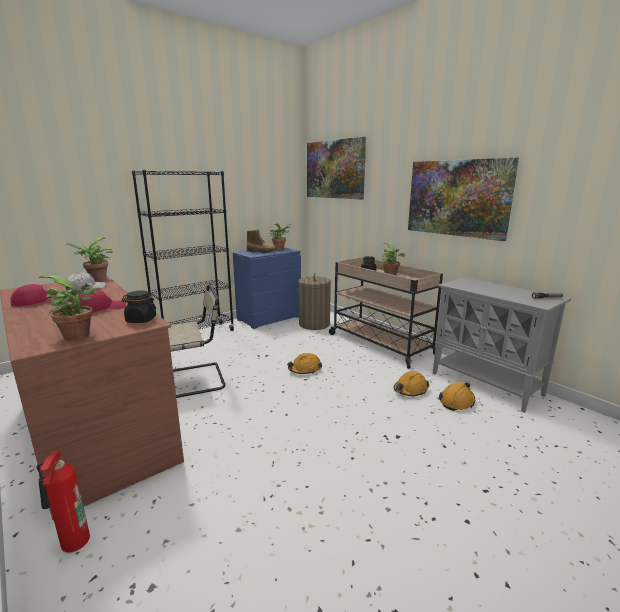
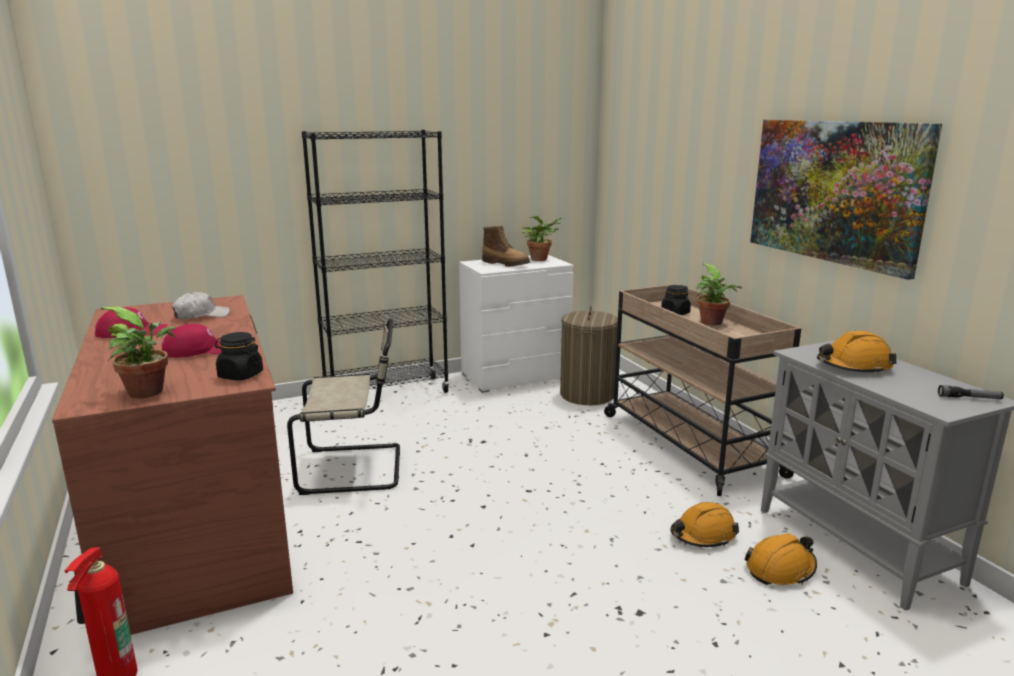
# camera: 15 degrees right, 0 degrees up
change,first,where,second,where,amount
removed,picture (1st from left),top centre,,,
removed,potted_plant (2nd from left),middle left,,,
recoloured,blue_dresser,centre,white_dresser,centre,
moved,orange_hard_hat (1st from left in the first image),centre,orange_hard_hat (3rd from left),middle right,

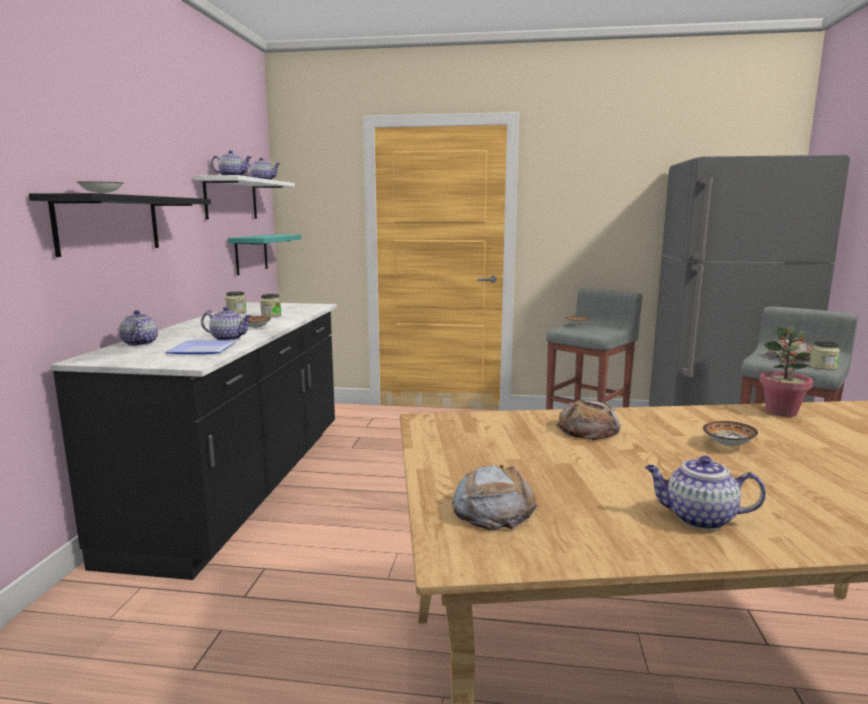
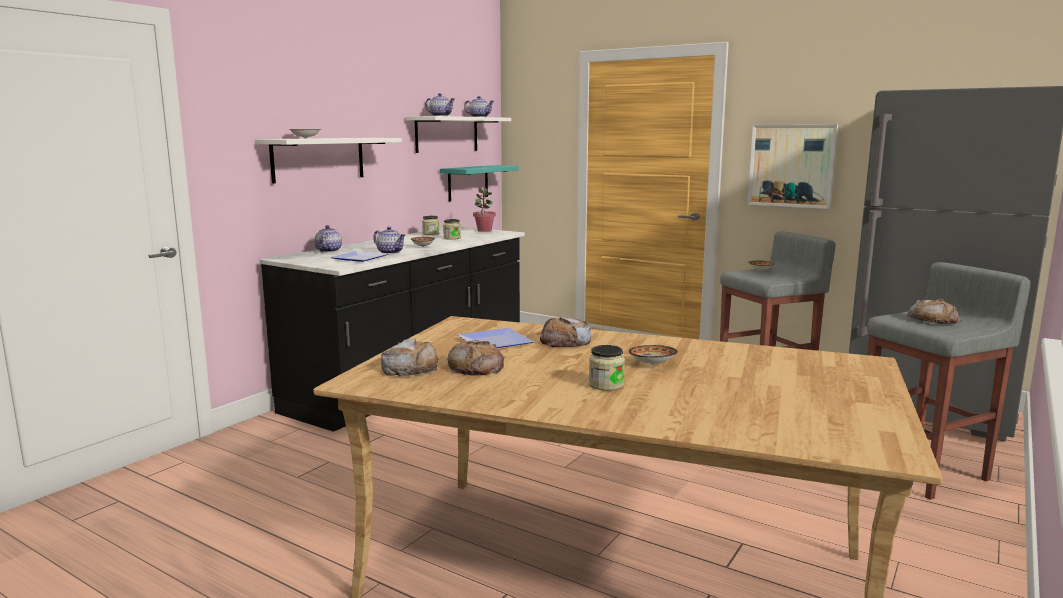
# camera: 25 degrees right, 0 degrees up
change,first,where,second,where,amount
recoloured,black_shelf,top left,white_shelf (1st from left),top left,
moved,potted_plant,middle right,,centre,
moved,jar (3rd from left),middle right,,centre,
removed,teapot (5th from left),bottom right,,,
added,,,picture,top right,
added,,,plate (2nd from left),centre,
added,,,bread (2nd from left),centre,

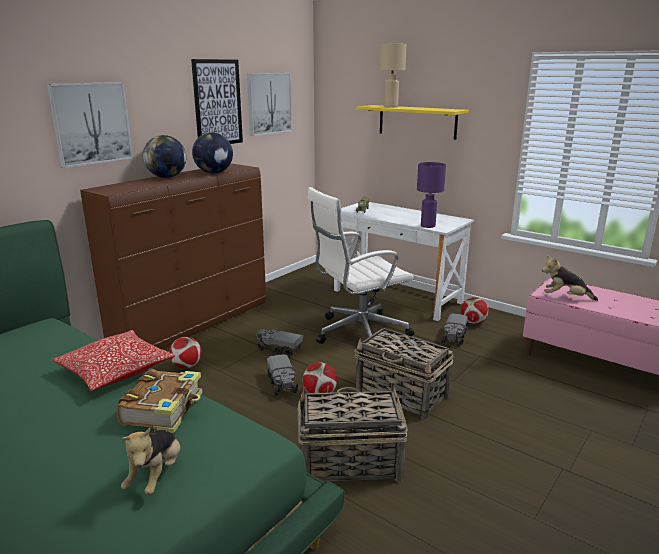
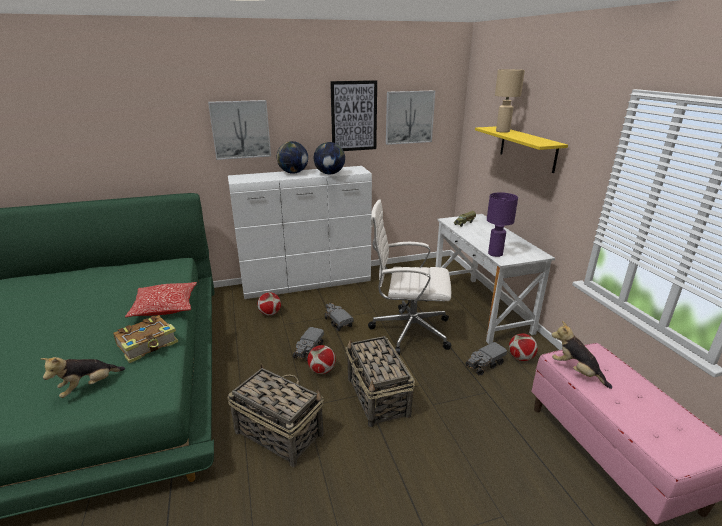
# camera: 35 degrees right, 5 degrees up
change,first,where,second,where,amount
recoloured,brown_dresser,middle left,white_dresser,centre,

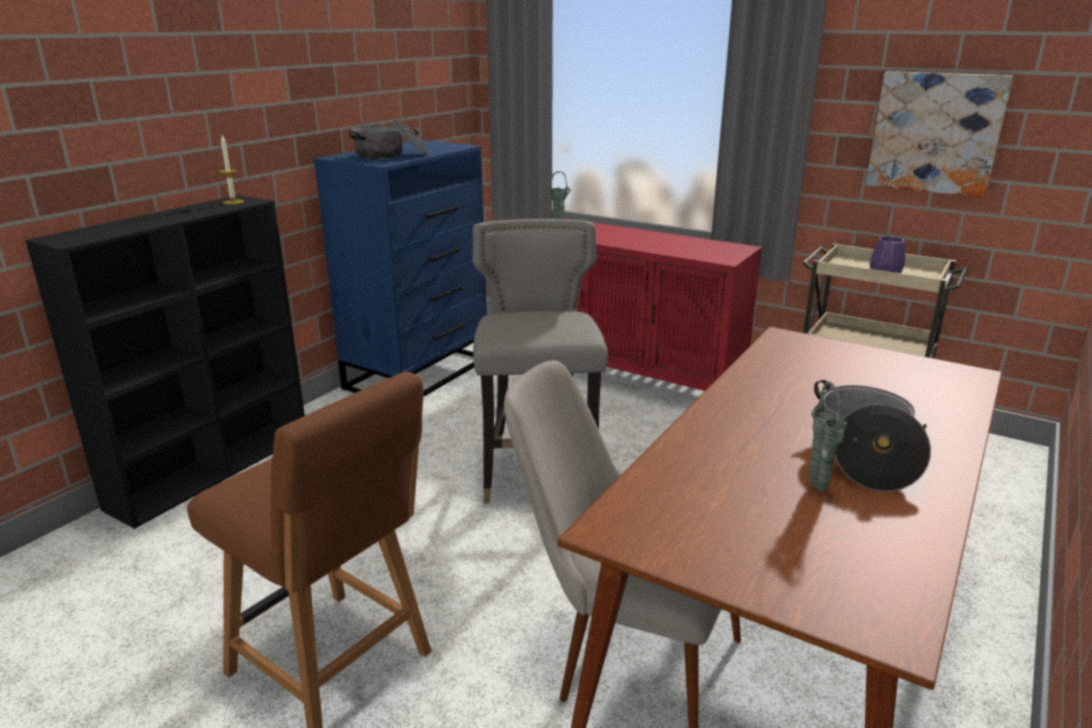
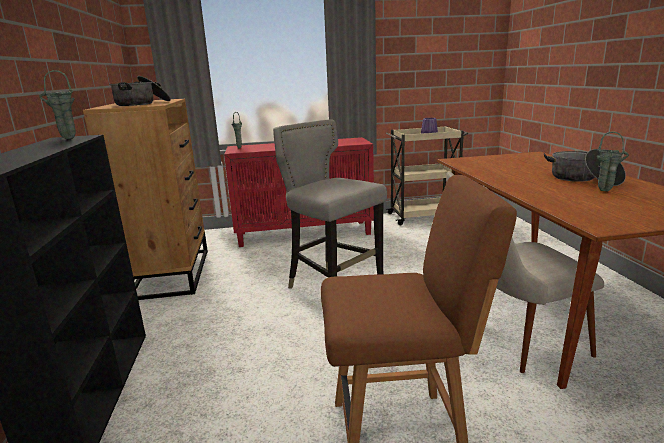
# camera: 40 degrees left, 5 degrees down
change,first,where,second,where,amount
removed,picture,top right,,,
replaced,candle,top left,green_vase (1st from left),top left,
recoloured,blue_dresser,centre,brown_dresser,middle left,

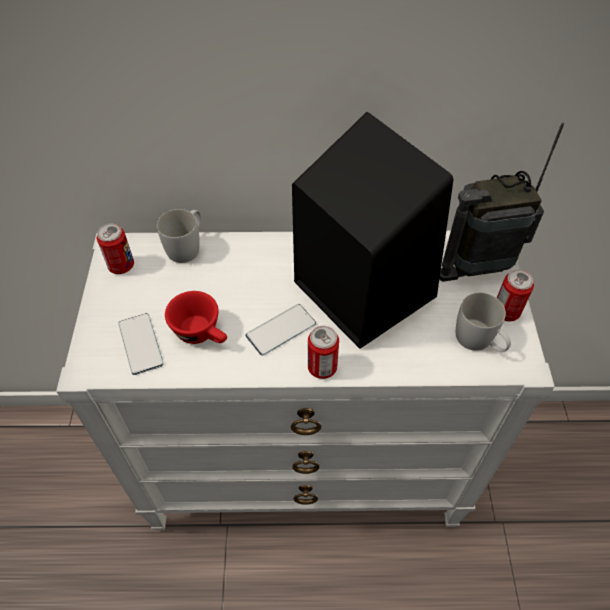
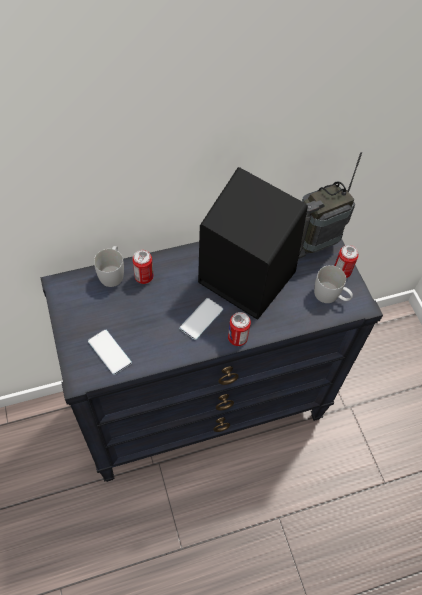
# camera: 20 degrees left, 5 degrees up
change,first,where,second,where,amount
moved,can (1st from left),middle left,,centre,
recoloured,white_dresser,centre,black_dresser,centre,
removed,red_cup,middle left,,,

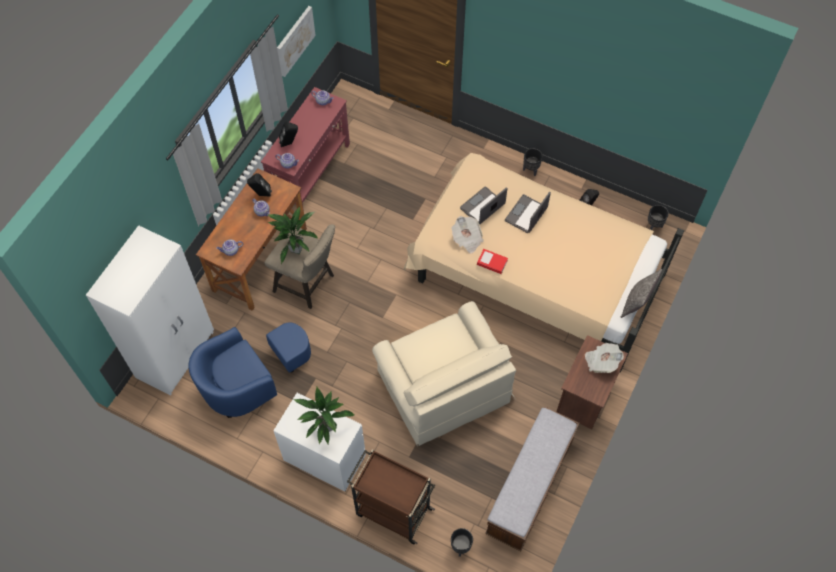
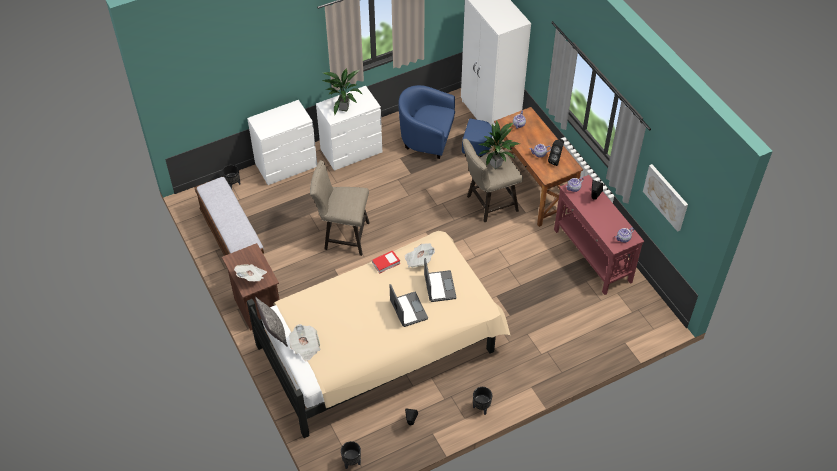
# camera: 125 degrees right, 10 degrees down
change,first,where,second,where,amount
replaced,beige_armchair,centre,beige_stool (1st from left),centre,
turned,blue_armchair,middle left,,top centre,75 degrees counterclockwise
replaced,brown_cart,bottom centre,white_dresser (1st from left),top centre,
added,,,newspaper (2nd from left),bottom centre,

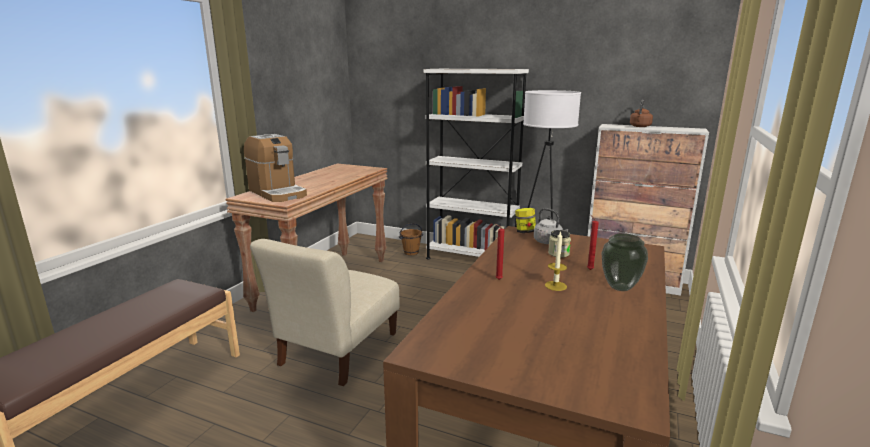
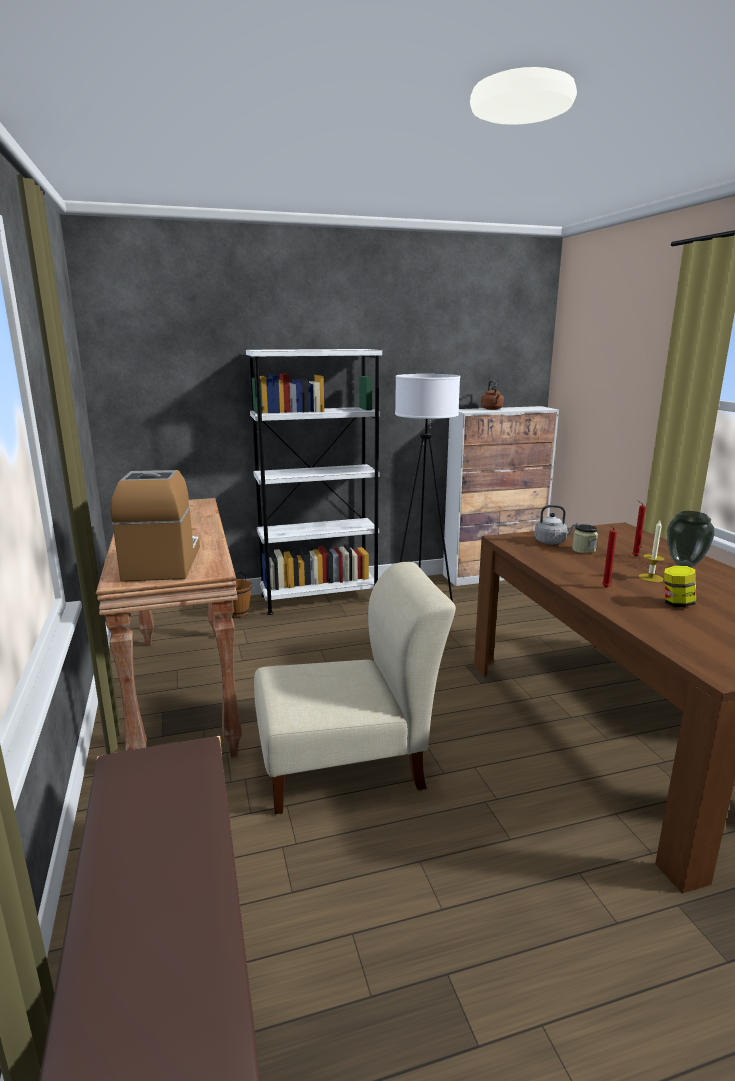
# camera: 40 degrees left, 0 degrees up
change,first,where,second,where,amount
turned,coffee_machine,middle left,,middle left,105 degrees counterclockwise
moved,jar (1st from left in the first image),centre,jar (2nd from left),middle right,
turned,beige_chair,bottom centre,,centre,90 degrees counterclockwise

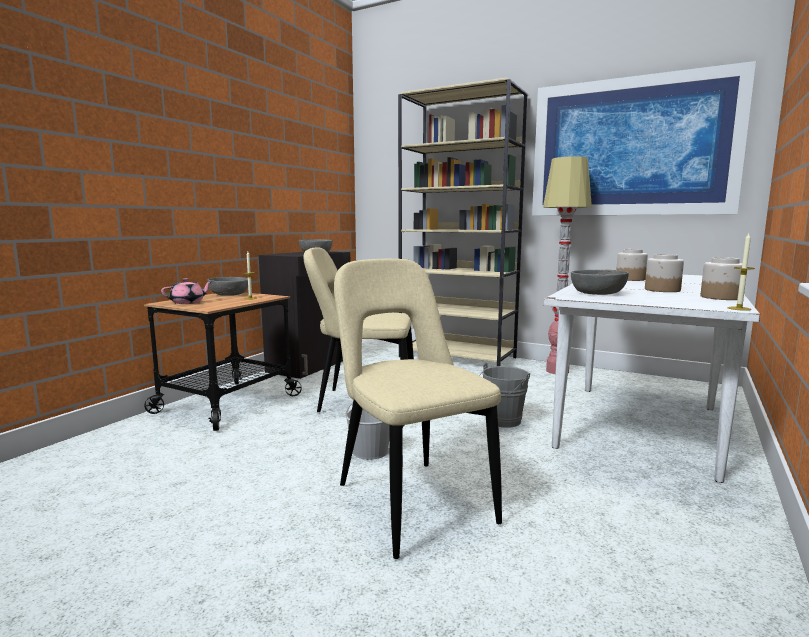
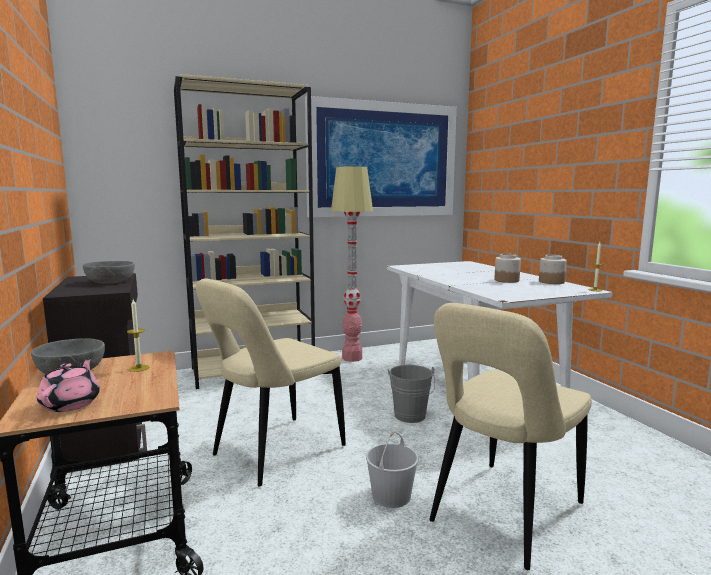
# camera: 50 degrees left, 0 degrees up
change,first,where,second,where,amount
removed,jar (1st from left),middle right,,,
turned,beige_chair (2nd from left),centre,,bottom right,60 degrees counterclockwise
removed,grey_bowl (3rd from left),middle right,,,

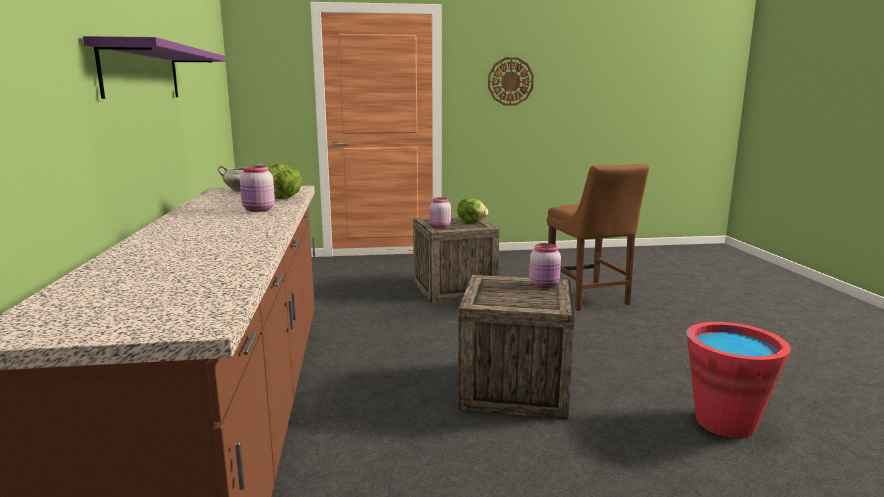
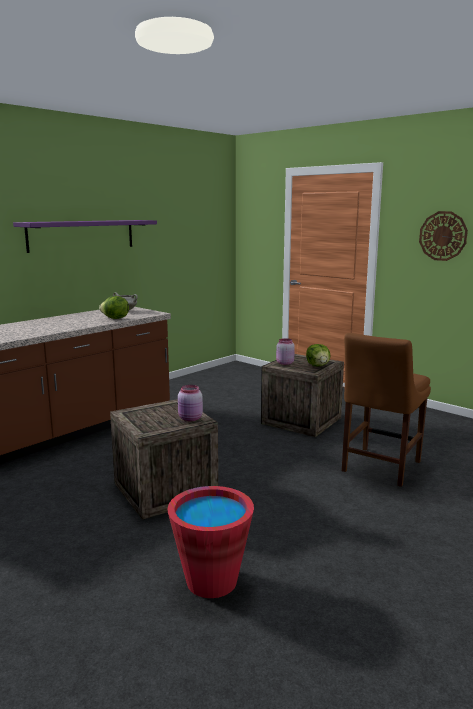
# camera: 50 degrees right, 0 degrees up
change,first,where,second,where,amount
removed,pink_jar (1st from left),middle left,,,

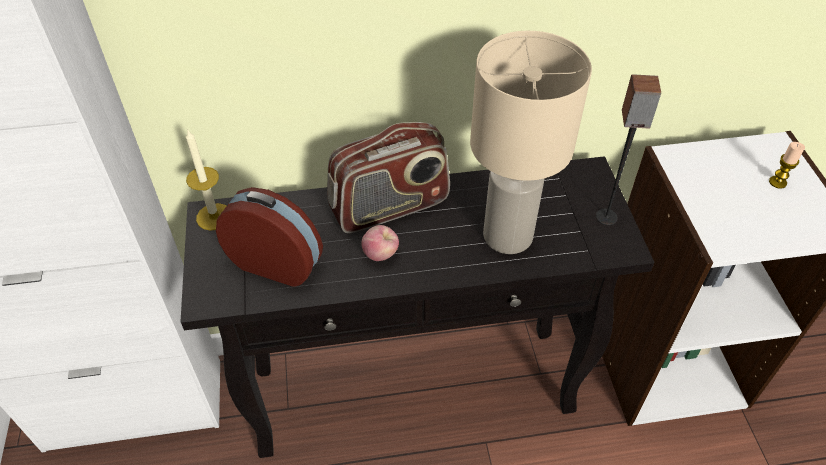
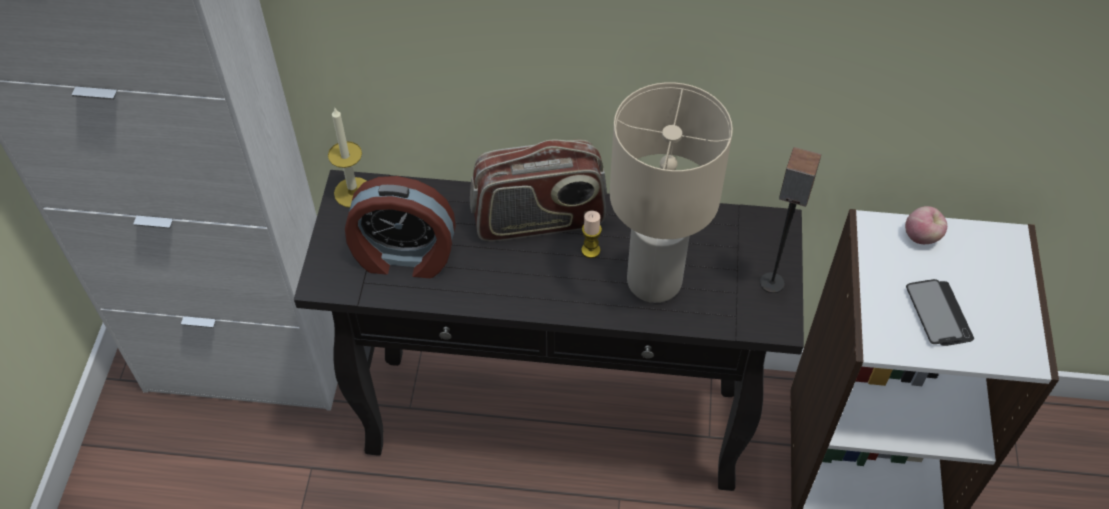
# camera: 15 degrees right, 5 degrees up
change,first,where,second,where,amount
moved,candle (2nd from left),middle right,,centre,
turned,alarm_clock,middle left,,centre,150 degrees clockwise
moved,apple,centre,,middle right,
added,,,phone,middle right,

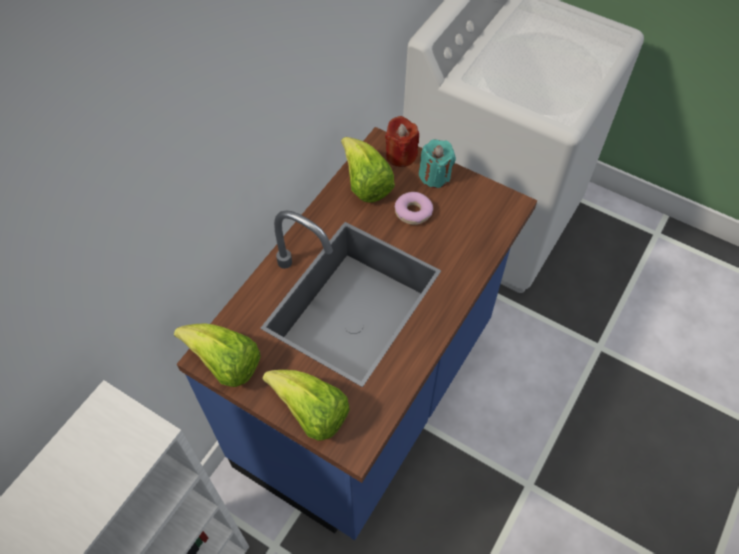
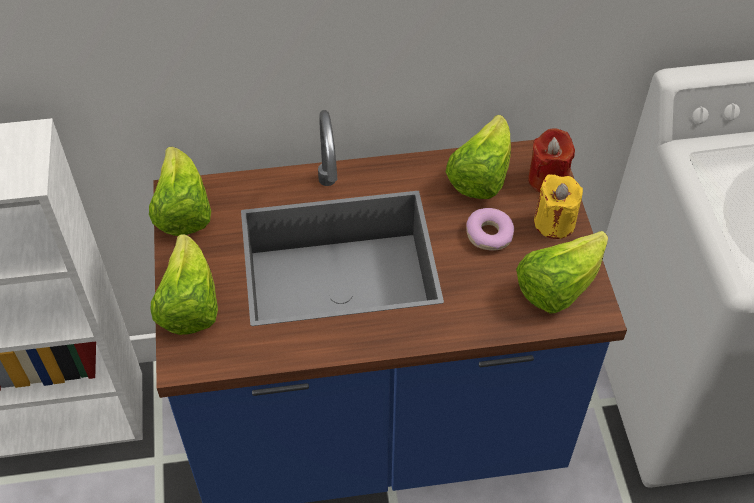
# camera: 50 degrees right, 5 degrees down
change,first,where,second,where,amount
recoloured,turquoise_candle,top centre,yellow_candle,middle right,
added,,,lettuce (4th from left),middle right,

